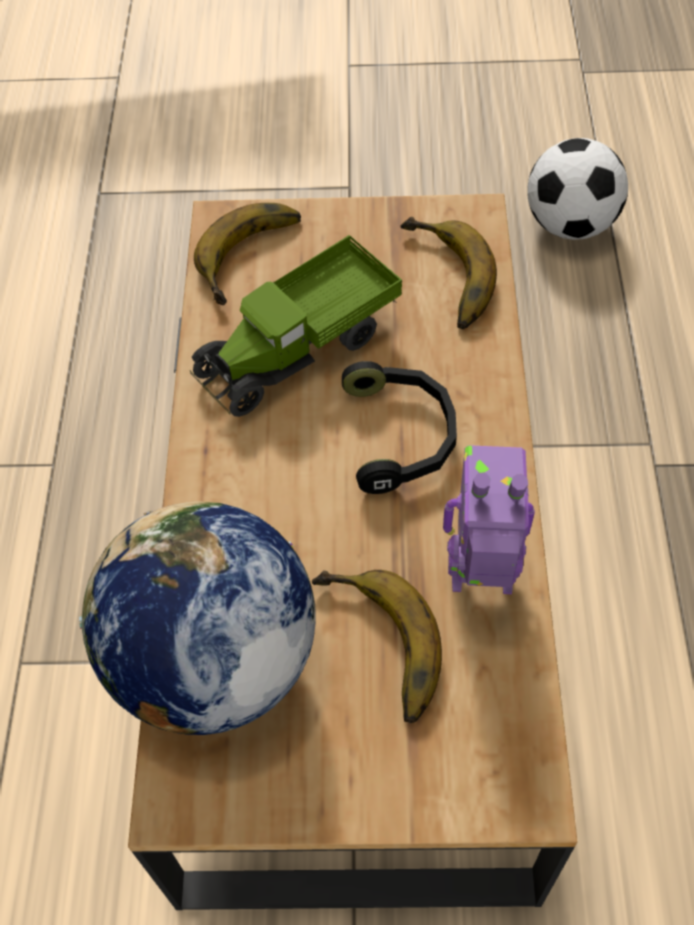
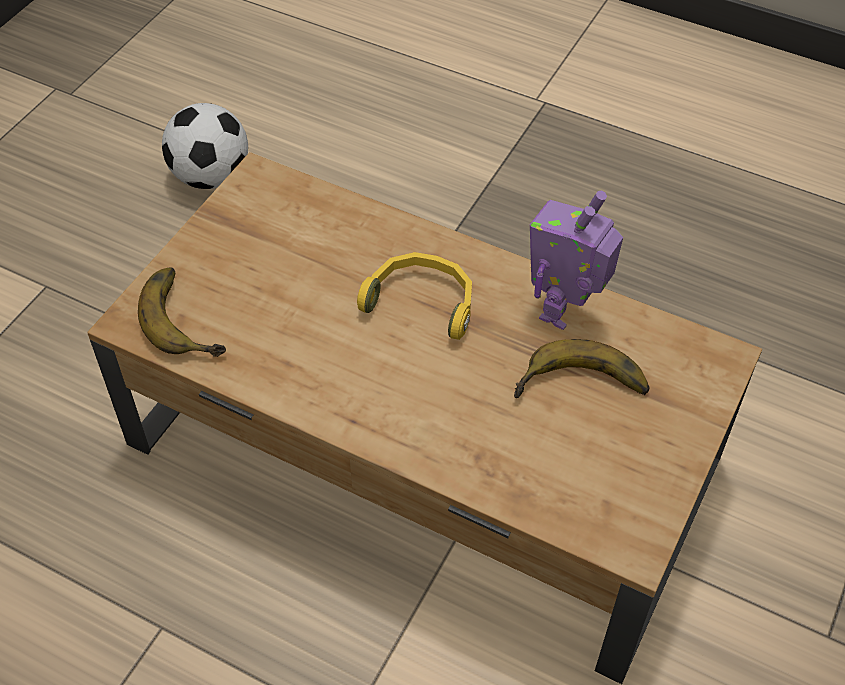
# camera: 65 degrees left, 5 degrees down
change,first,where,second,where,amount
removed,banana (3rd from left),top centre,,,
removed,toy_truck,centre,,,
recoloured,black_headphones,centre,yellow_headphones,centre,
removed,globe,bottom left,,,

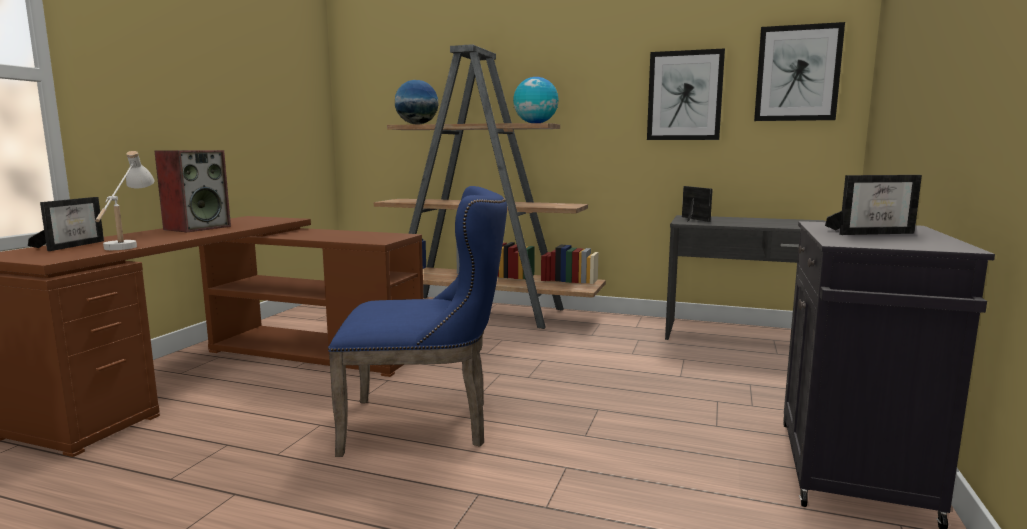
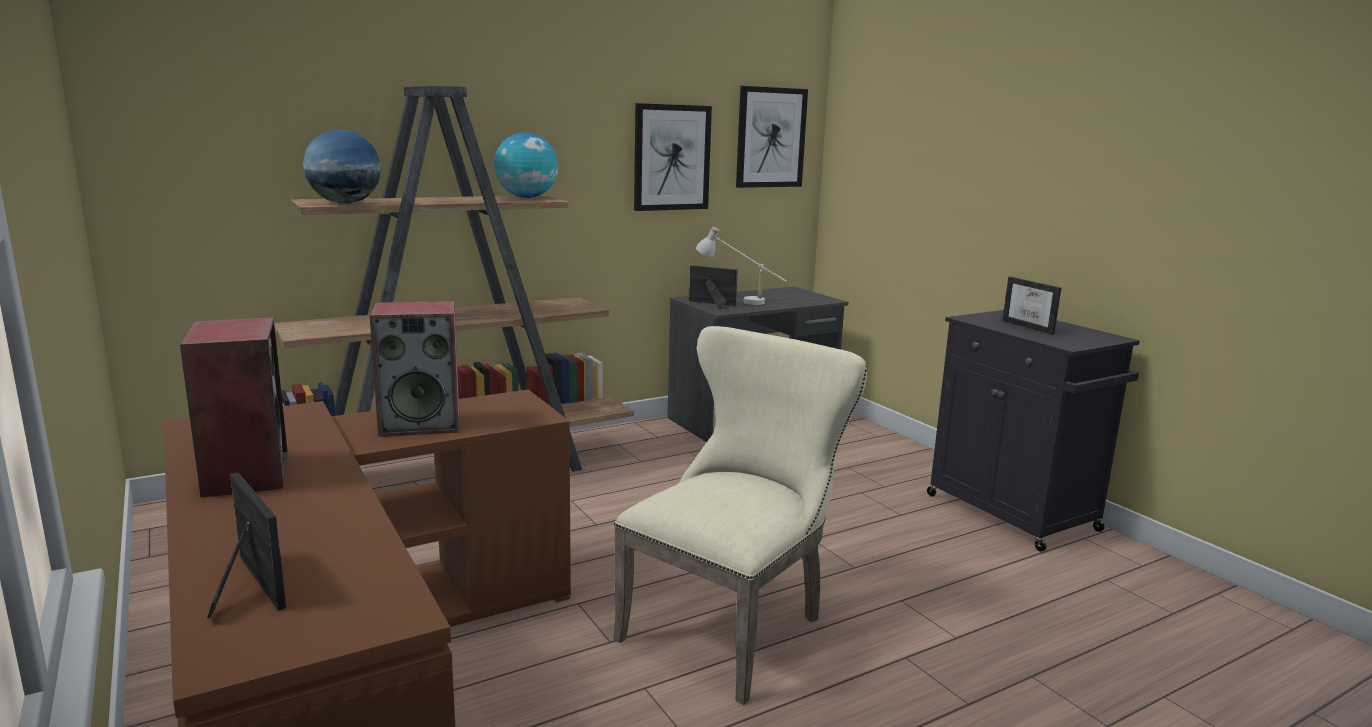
# camera: 50 degrees left, 5 degrees up
change,first,where,second,where,amount
moved,white_table_lamp,middle left,,centre,
turned,picture_frame (3rd from left),middle right,,middle right,120 degrees clockwise
recoloured,blue_chair,centre,beige_chair,bottom centre,
added,,,speaker (2nd from left),middle left,

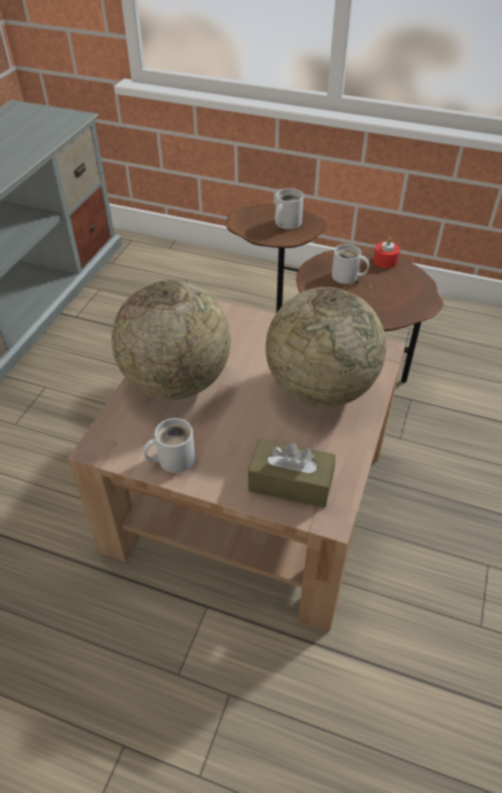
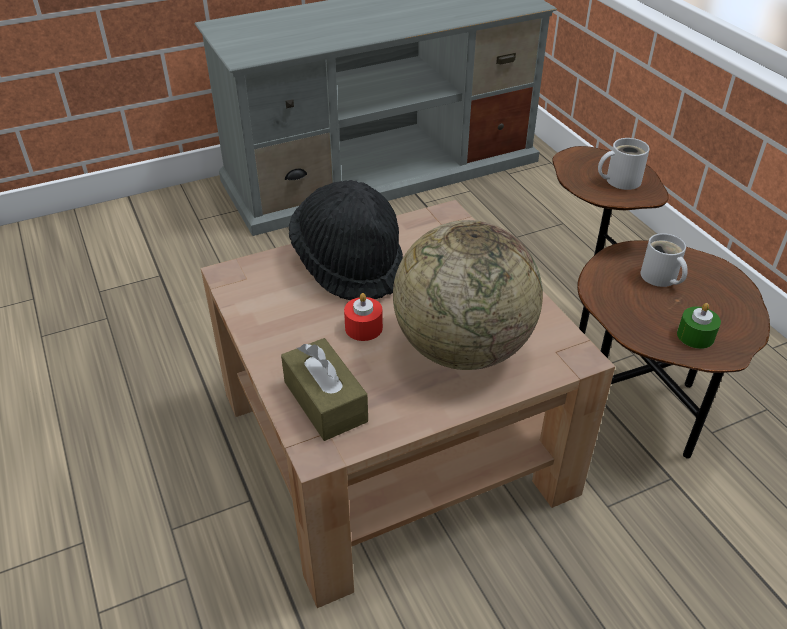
# camera: 45 degrees right, 5 degrees down
change,first,where,second,where,amount
moved,red_candle,top right,,centre,
replaced,globe (1st from left),centre,black_hat,centre,
removed,white_mug (1st from left),centre,,,
added,,,green_candle,middle right,

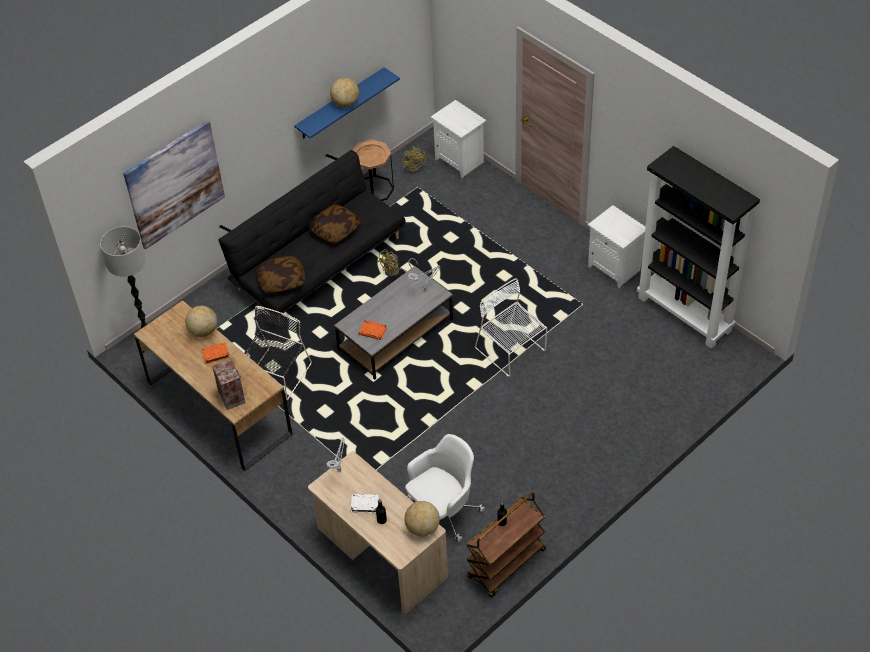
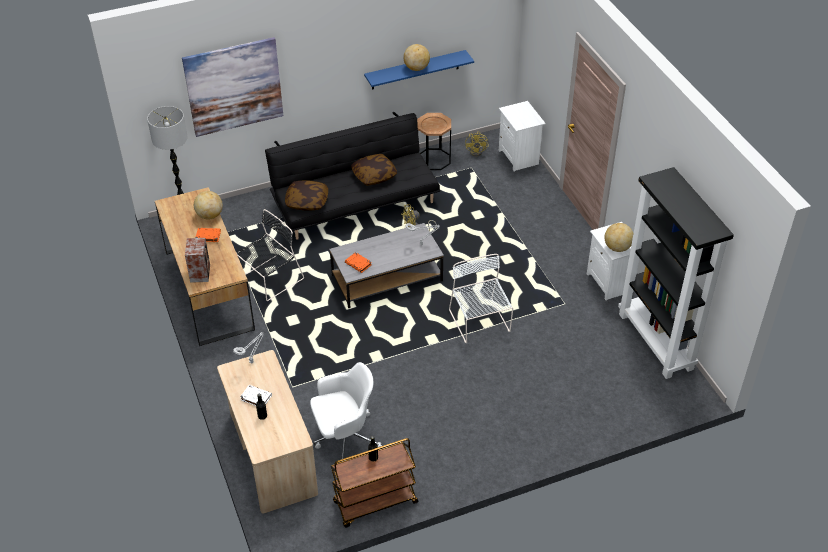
# camera: 20 degrees right, 5 degrees down
change,first,where,second,where,amount
moved,globe (3rd from left),bottom centre,,middle right,

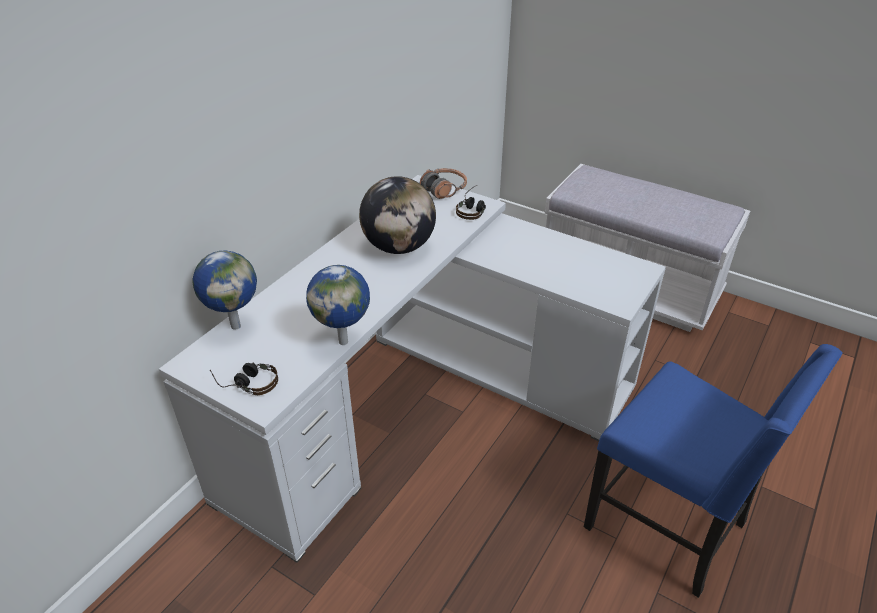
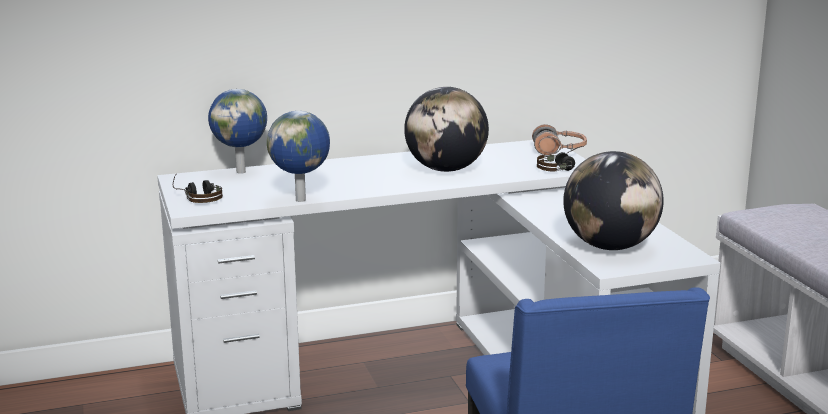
# camera: 40 degrees right, 20 degrees down
change,first,where,second,where,amount
added,,,globe (4th from left),middle right,

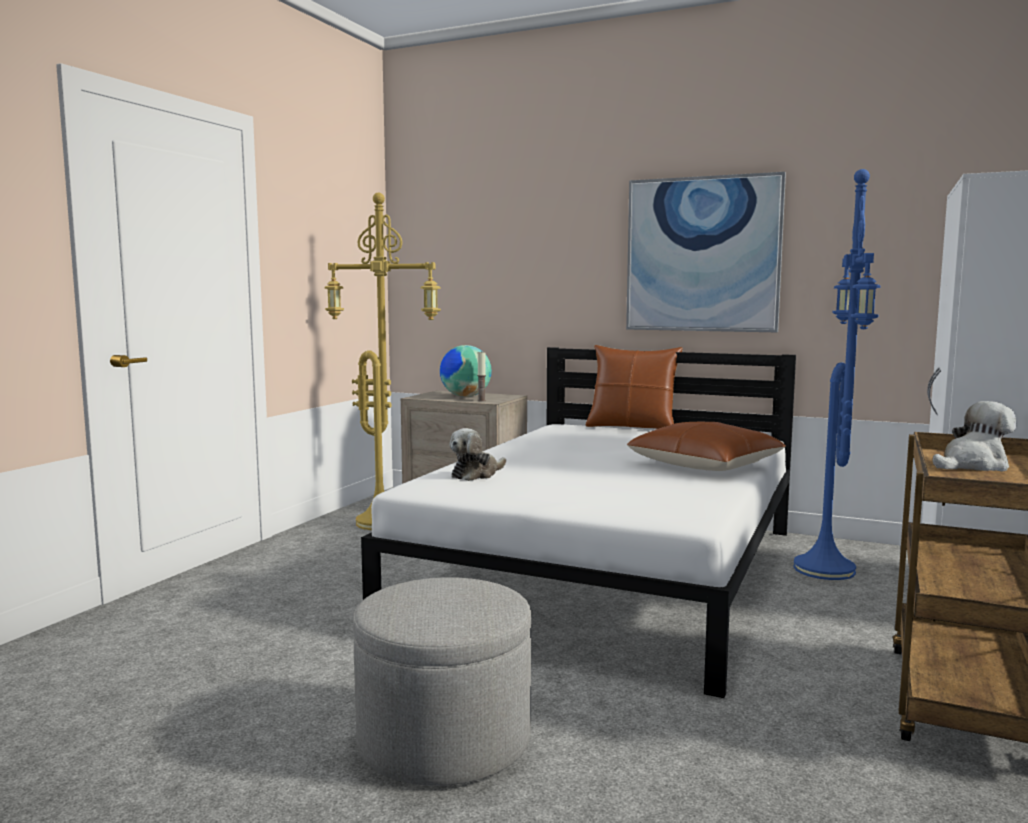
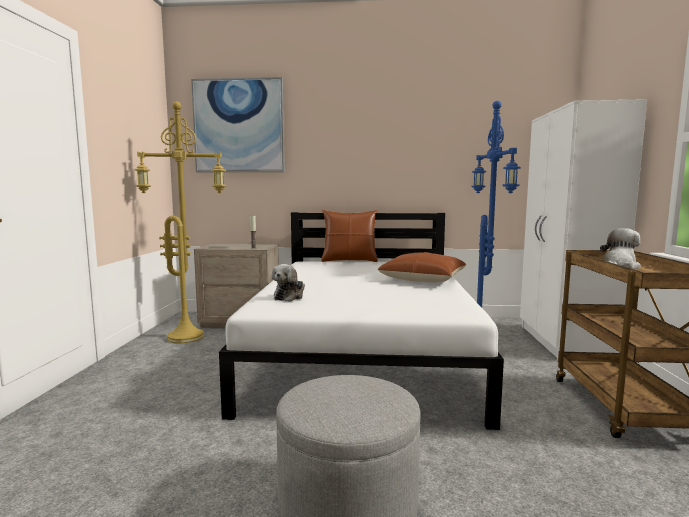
# camera: 20 degrees left, 0 degrees up
change,first,where,second,where,amount
moved,picture,top right,,top centre,
removed,globe,centre,,,

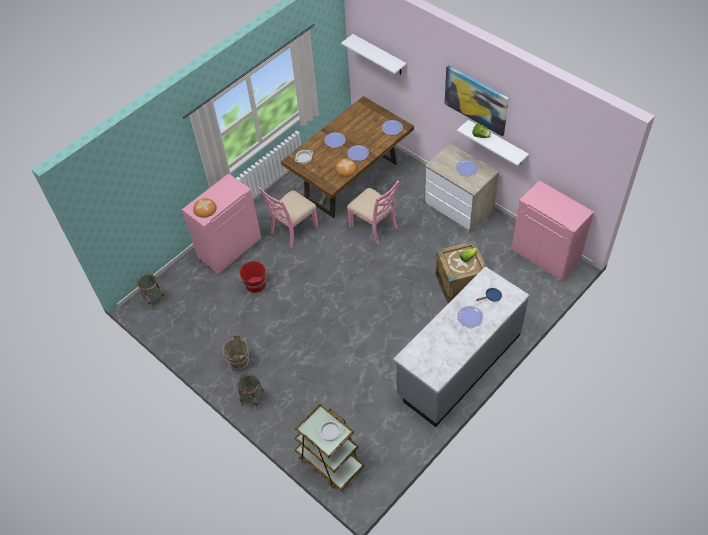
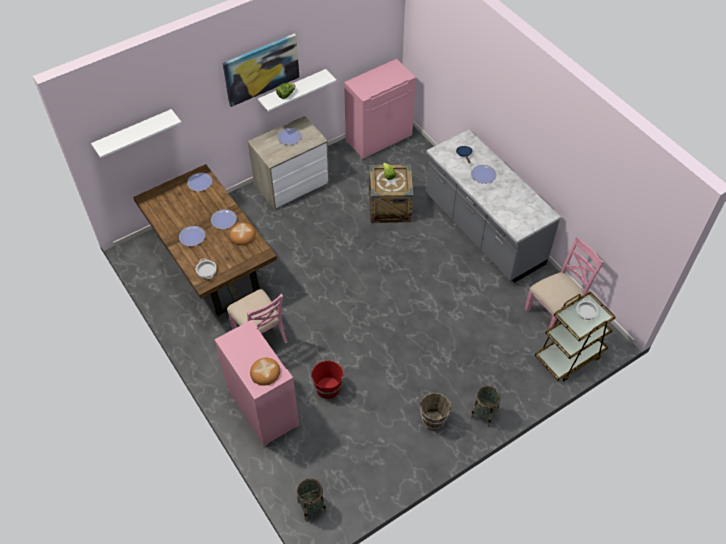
# camera: 80 degrees left, 0 degrees up
change,first,where,second,where,amount
moved,pink_chair (2nd from left),centre,,middle right,

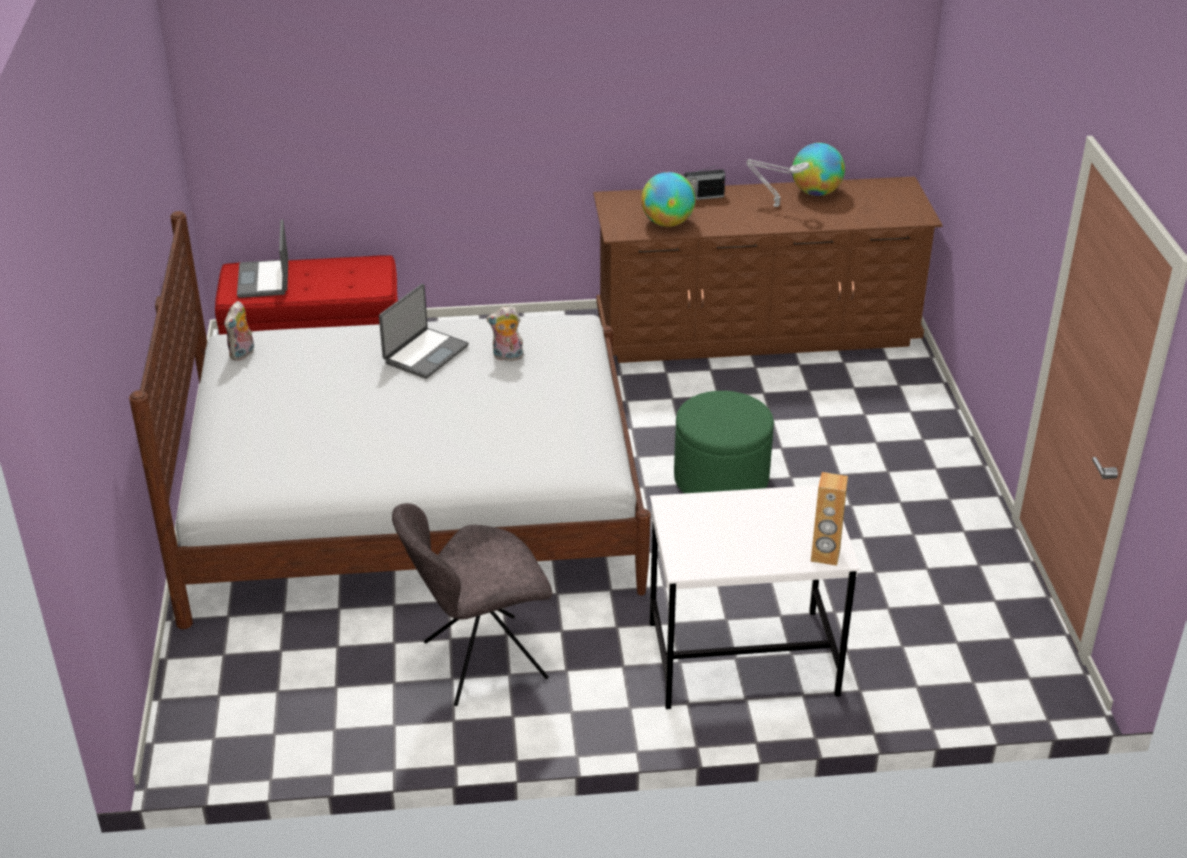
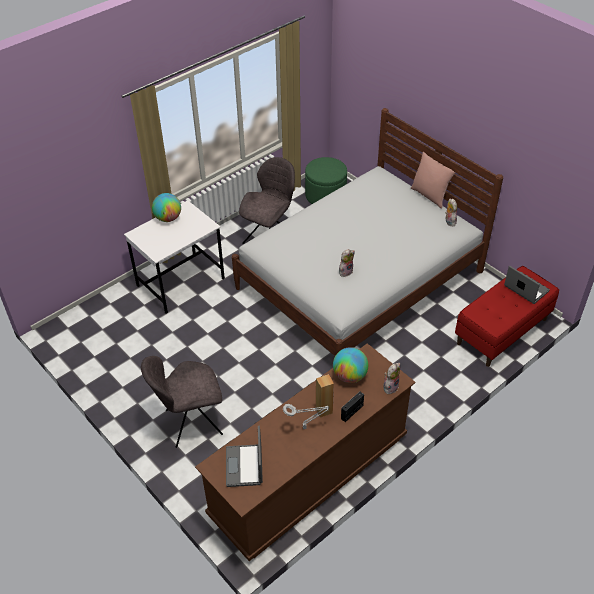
# camera: 145 degrees right, 10 degrees up
change,first,where,second,where,amount
moved,globe (2nd from left in the first image),top right,globe (1st from left),middle left,
moved,laptop (2nd from left in the first image),centre,laptop (1st from left),bottom centre,
moved,green_ottoman,centre,,top centre,
moved,brown_speaker,middle right,,centre,
added,,,pink_pillow,top right,
added,,,grey_chair (1st from left),bottom left,
added,,,plush_toy (2nd from left),centre,

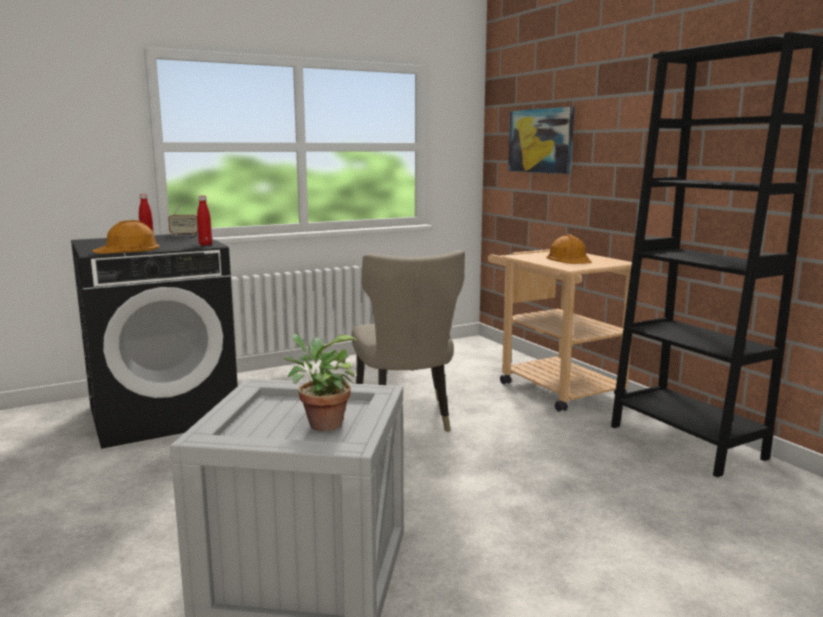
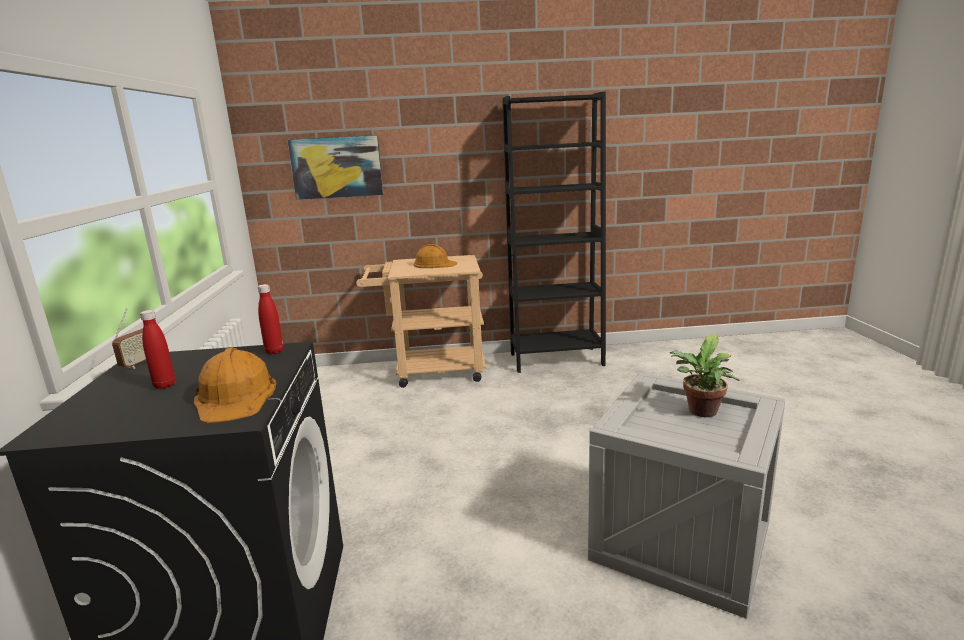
# camera: 65 degrees left, 5 degrees up
change,first,where,second,where,amount
removed,beige_chair,centre,,,

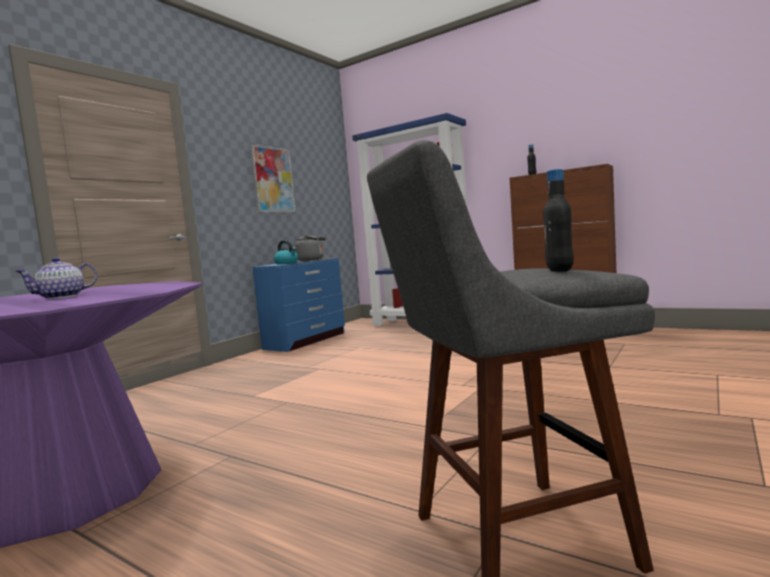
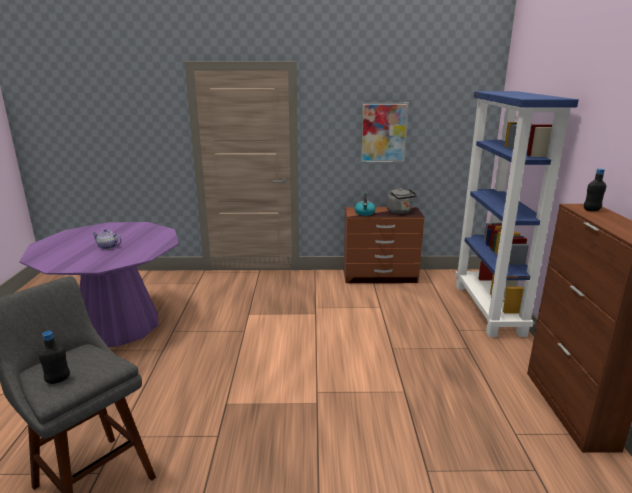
# camera: 55 degrees right, 15 degrees up
change,first,where,second,where,amount
recoloured,blue_dresser,centre,brown_dresser,centre,

